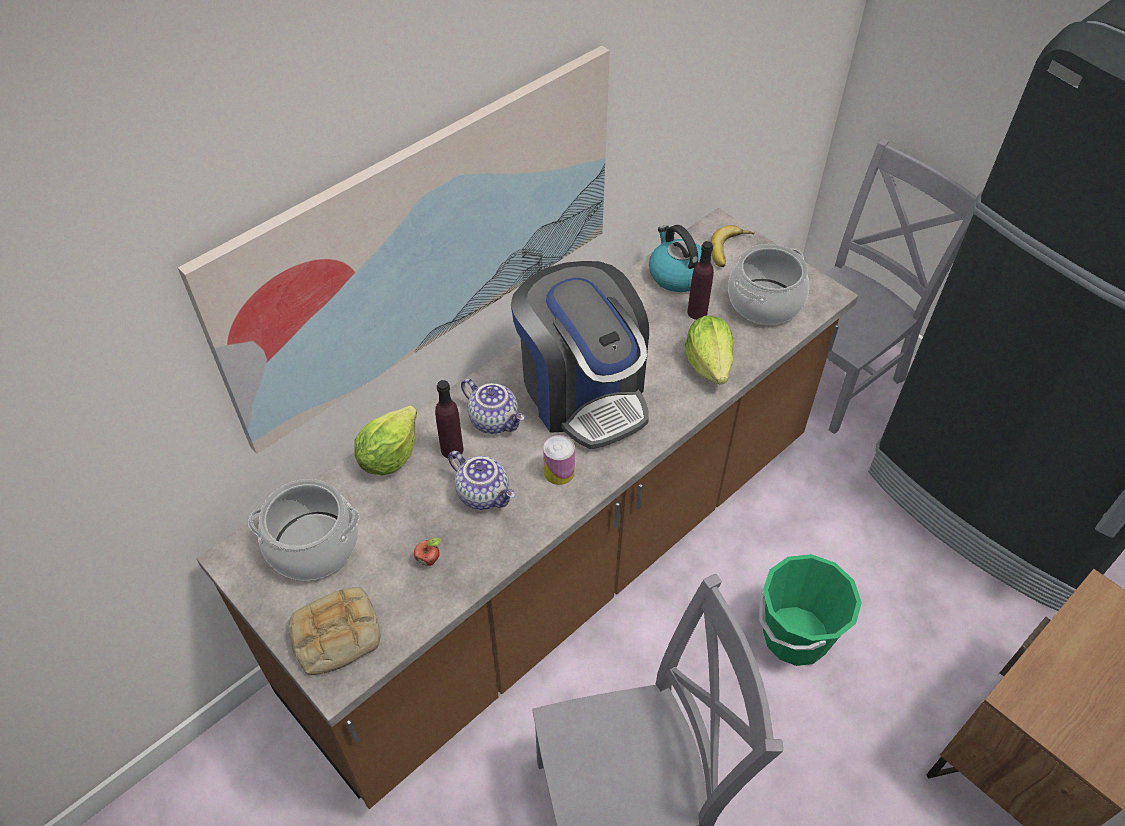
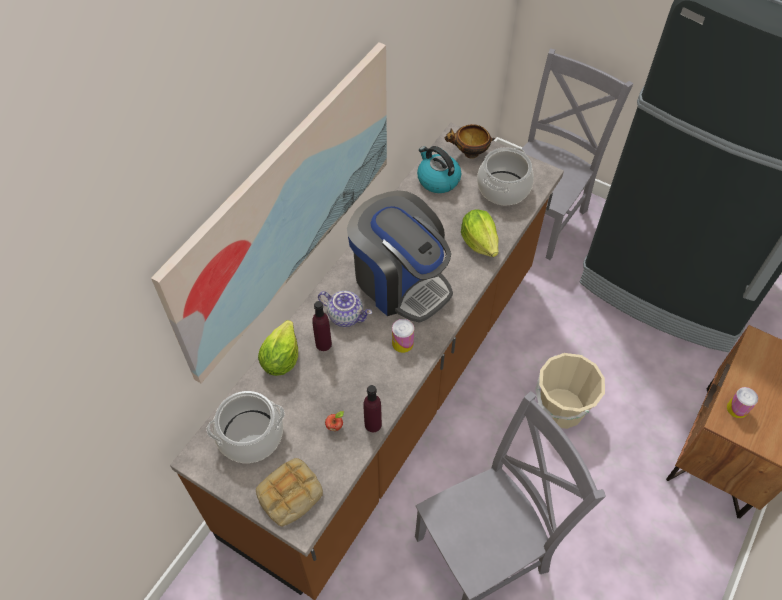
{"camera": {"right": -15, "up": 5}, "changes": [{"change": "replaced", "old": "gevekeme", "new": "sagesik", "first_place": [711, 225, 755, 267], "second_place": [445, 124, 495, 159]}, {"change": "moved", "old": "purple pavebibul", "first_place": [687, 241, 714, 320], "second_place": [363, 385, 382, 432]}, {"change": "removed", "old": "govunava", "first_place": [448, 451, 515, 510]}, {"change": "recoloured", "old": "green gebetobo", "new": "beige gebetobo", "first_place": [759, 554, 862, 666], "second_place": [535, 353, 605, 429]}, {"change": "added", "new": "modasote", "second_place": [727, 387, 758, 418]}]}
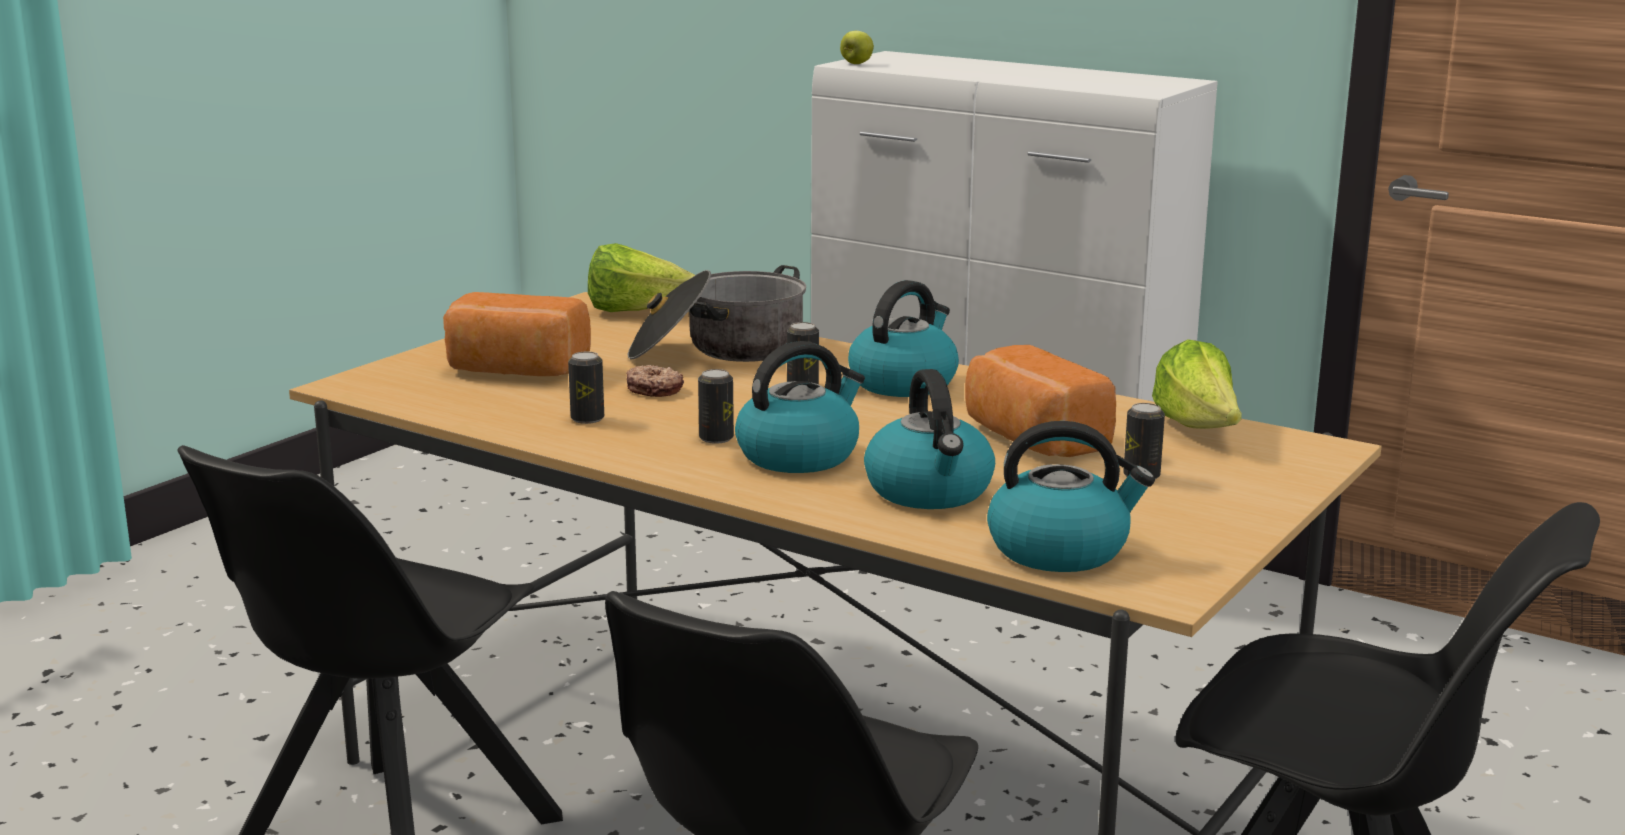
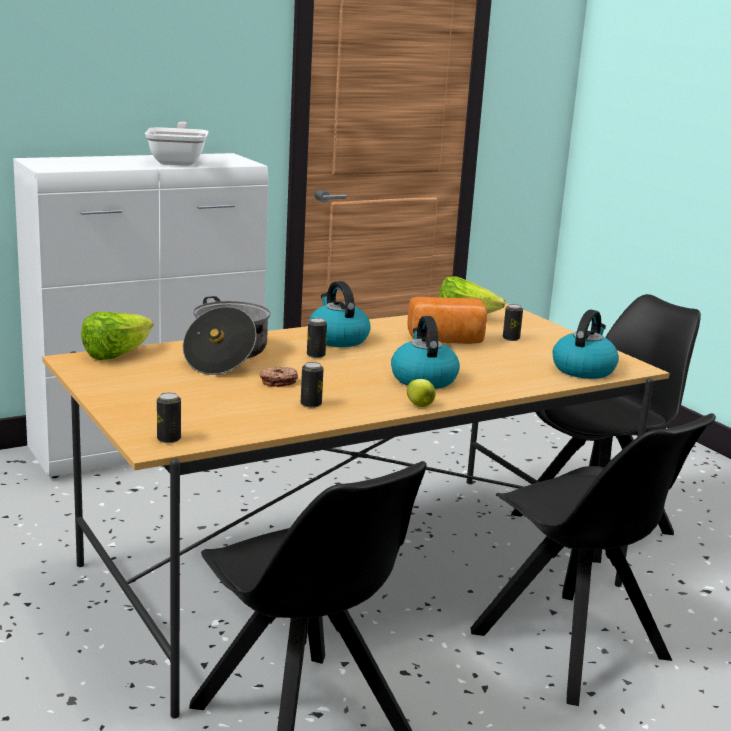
{"camera": {"right": -65, "up": 0}, "changes": [{"change": "moved", "old": "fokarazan", "first_place": [840, 31, 874, 64], "second_place": [407, 379, 436, 407]}, {"change": "removed", "old": "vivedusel", "first_place": [443, 292, 591, 376]}, {"change": "moved", "old": "modasote", "first_place": [698, 369, 734, 444], "second_place": [157, 393, 181, 443]}, {"change": "removed", "old": "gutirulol", "first_place": [864, 369, 995, 509]}, {"change": "added", "new": "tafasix", "second_place": [145, 122, 209, 166]}]}
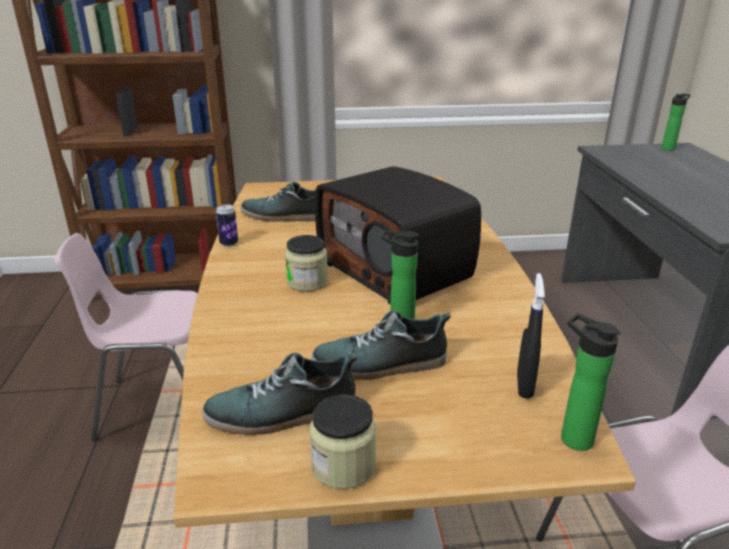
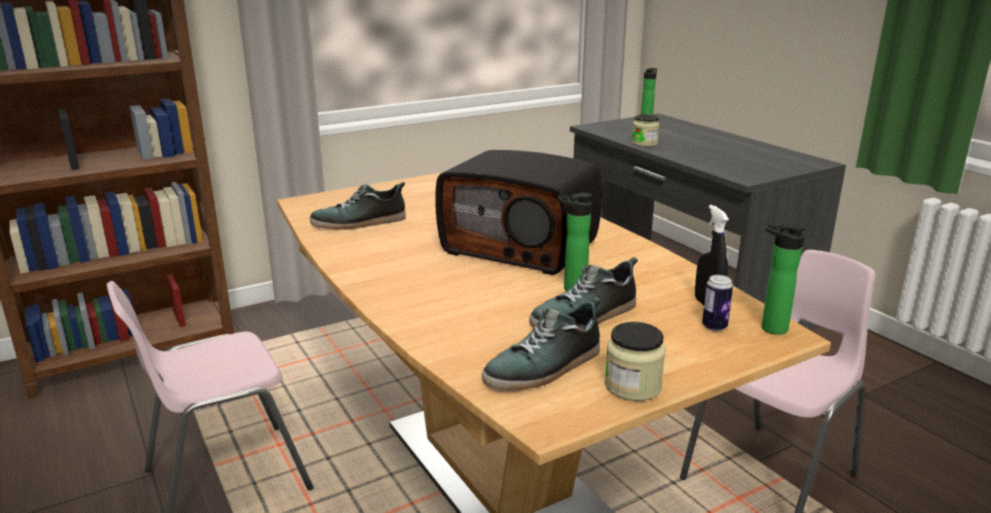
{"camera": {"right": -25, "up": -5}, "changes": [{"change": "moved", "old": "modasote", "first_place": [216, 204, 238, 247], "second_place": [702, 275, 733, 331]}, {"change": "moved", "old": "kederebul", "first_place": [285, 235, 328, 292], "second_place": [632, 114, 660, 147]}]}
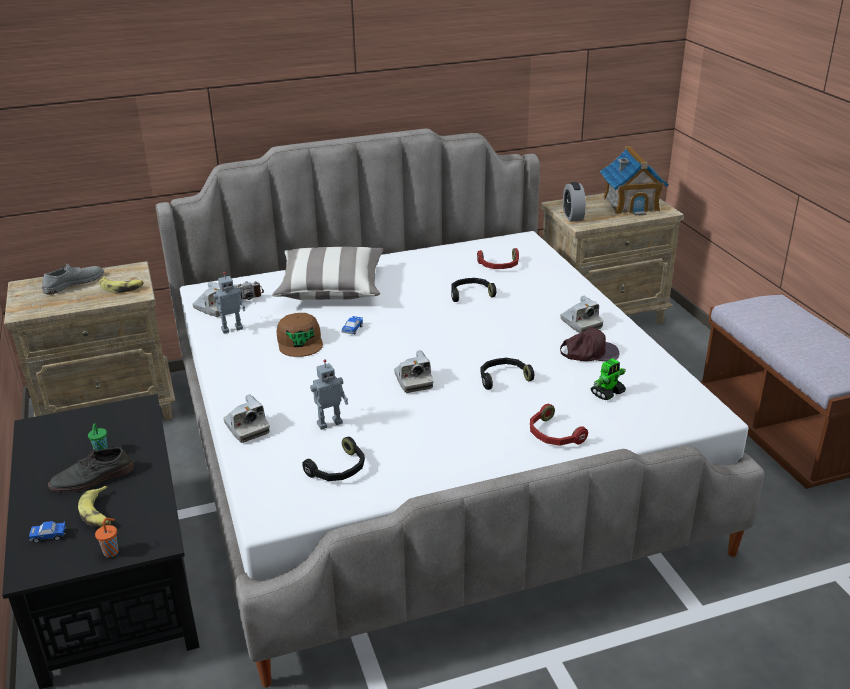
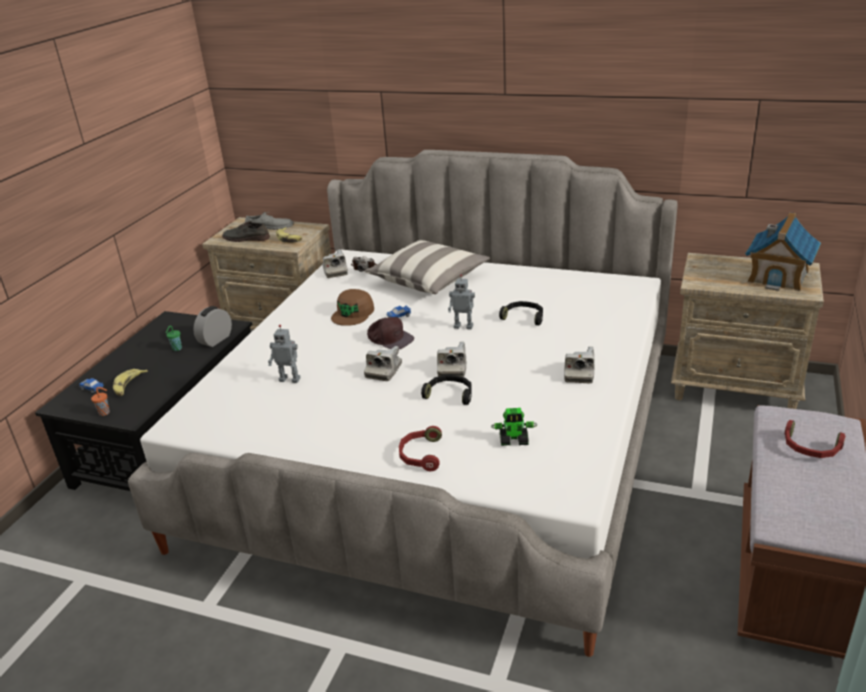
{"camera": {"right": 40, "up": 0}, "changes": [{"change": "moved", "old": "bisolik", "first_place": [563, 182, 586, 222], "second_place": [193, 306, 232, 347]}, {"change": "moved", "old": "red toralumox", "first_place": [477, 248, 519, 269], "second_place": [785, 420, 845, 458]}, {"change": "moved", "old": "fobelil", "first_place": [213, 272, 245, 334], "second_place": [448, 274, 475, 330]}, {"change": "moved", "old": "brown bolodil", "first_place": [560, 327, 619, 361], "second_place": [367, 317, 414, 349]}, {"change": "moved", "old": "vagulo", "first_place": [223, 394, 270, 443], "second_place": [437, 342, 466, 377]}, {"change": "removed", "old": "black toralumox", "first_place": [302, 436, 365, 481]}, {"change": "moved", "old": "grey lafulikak", "first_place": [48, 447, 133, 492], "second_place": [222, 221, 270, 242]}]}
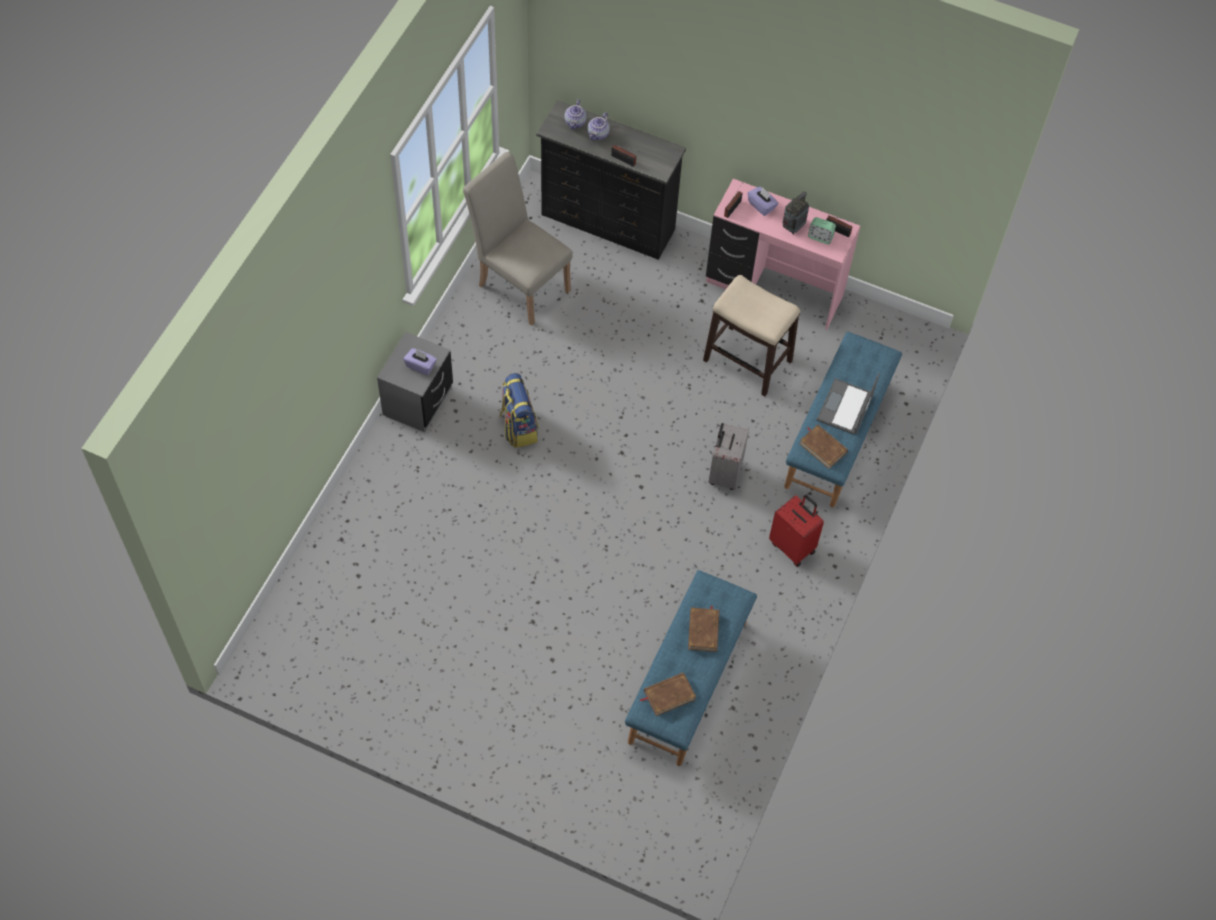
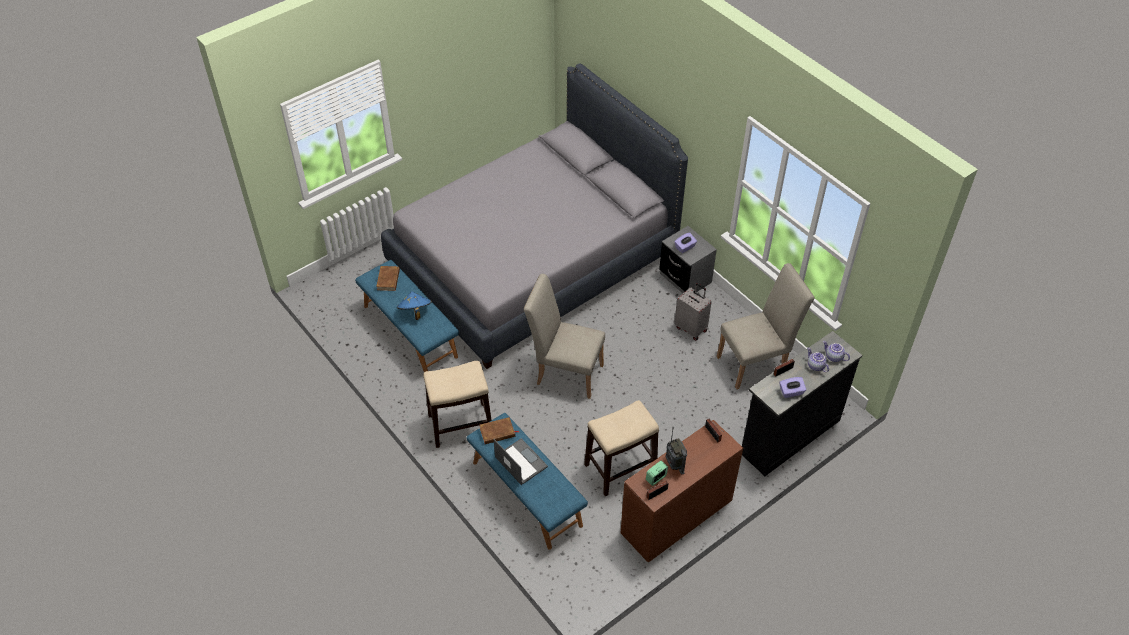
{"camera": {"right": 120, "up": -10}, "changes": [{"change": "recoloured", "old": "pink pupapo", "new": "brown pupapo", "first_place": [706, 179, 860, 330], "second_place": [621, 420, 743, 563]}, {"change": "moved", "old": "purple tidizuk", "first_place": [748, 186, 778, 216], "second_place": [780, 377, 806, 398]}, {"change": "removed", "old": "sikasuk", "first_place": [499, 373, 539, 448]}, {"change": "moved", "old": "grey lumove", "first_place": [708, 423, 749, 490], "second_place": [674, 283, 712, 341]}, {"change": "replaced", "old": "red lumove", "new": "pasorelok", "first_place": [769, 495, 824, 567], "second_place": [423, 361, 492, 448]}, {"change": "replaced", "old": "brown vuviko", "new": "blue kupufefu", "first_place": [688, 606, 719, 652], "second_place": [397, 291, 432, 320]}, {"change": "added", "new": "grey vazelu", "second_place": [381, 63, 688, 369]}, {"change": "added", "new": "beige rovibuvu", "second_place": [524, 274, 605, 399]}]}
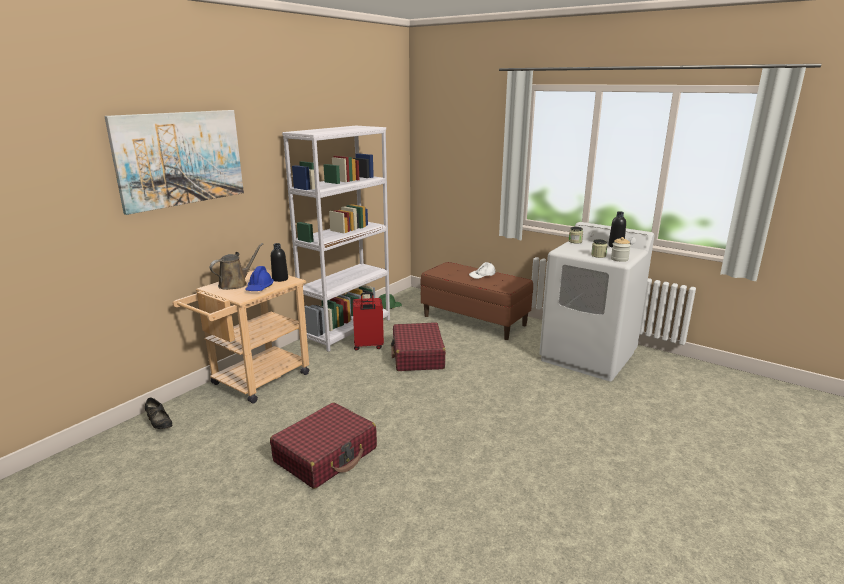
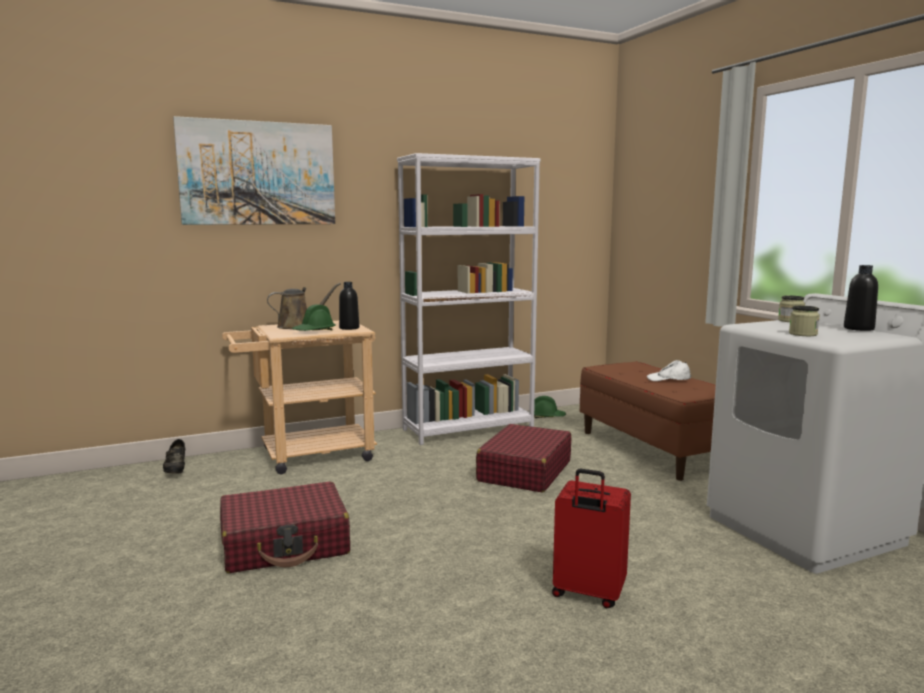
{"camera": {"right": 30, "up": -10}, "changes": [{"change": "removed", "old": "kederebul", "first_place": [611, 237, 631, 262]}, {"change": "recoloured", "old": "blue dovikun", "new": "green dovikun", "first_place": [245, 266, 274, 291], "second_place": [292, 304, 336, 331]}, {"change": "moved", "old": "red lumove", "first_place": [353, 292, 384, 351], "second_place": [552, 469, 631, 608]}]}
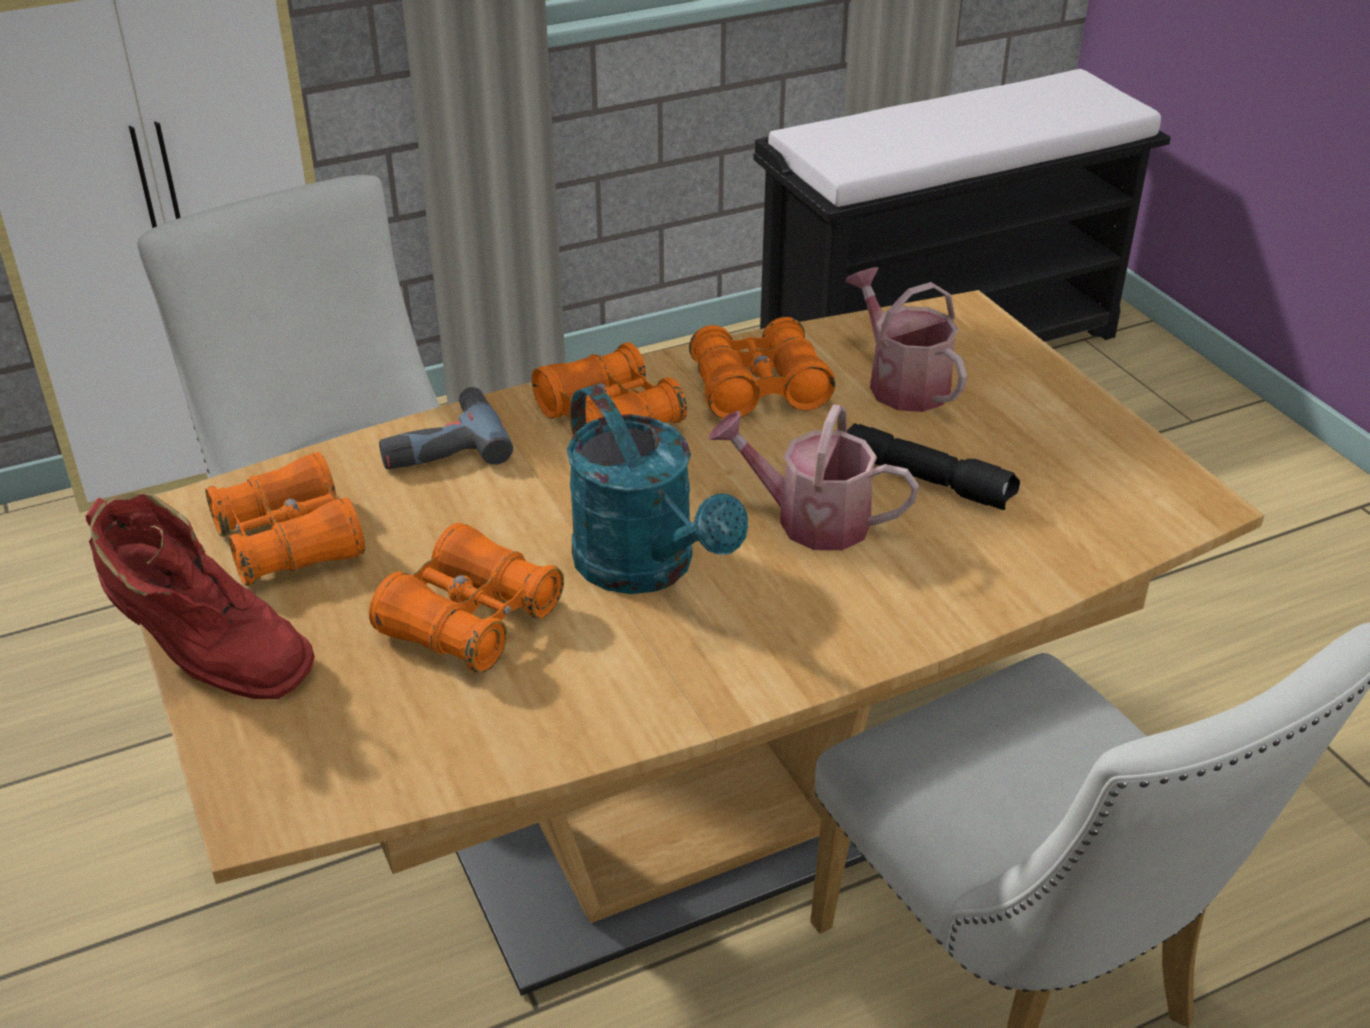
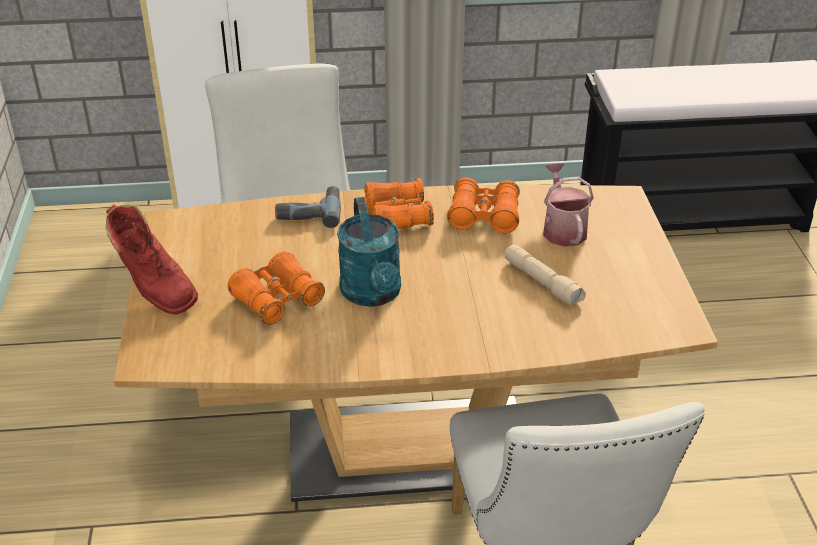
{"camera": {"right": 20, "up": 0}, "changes": [{"change": "removed", "old": "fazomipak", "first_place": [709, 404, 919, 550]}, {"change": "recoloured", "old": "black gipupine", "new": "beige gipupine", "first_place": [847, 423, 1020, 510], "second_place": [505, 244, 586, 307]}, {"change": "removed", "old": "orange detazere", "first_place": [205, 452, 365, 586]}]}
